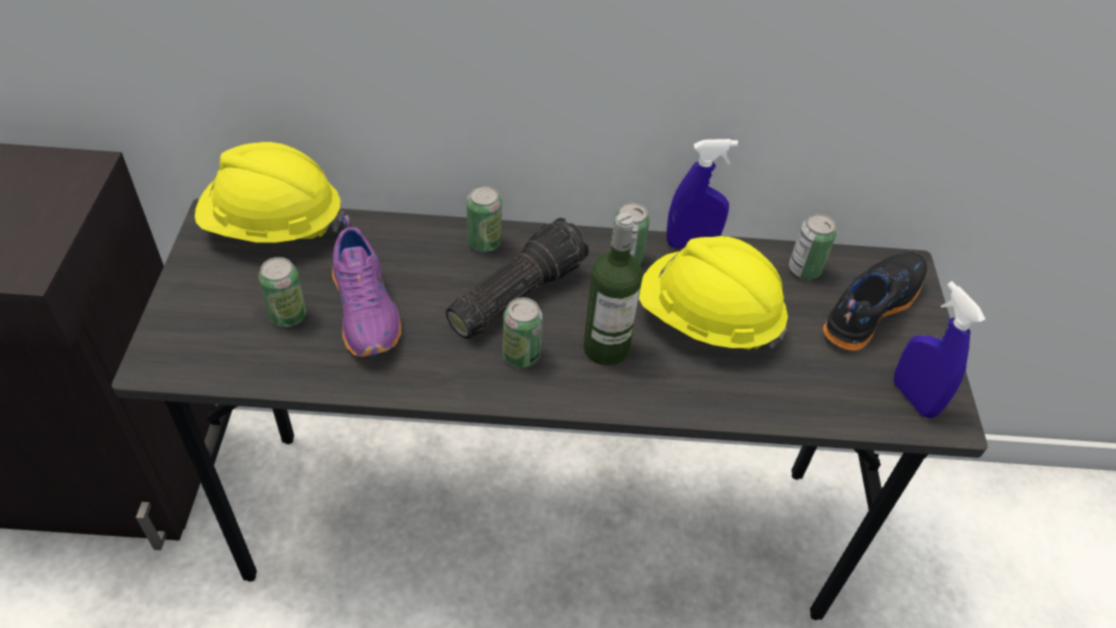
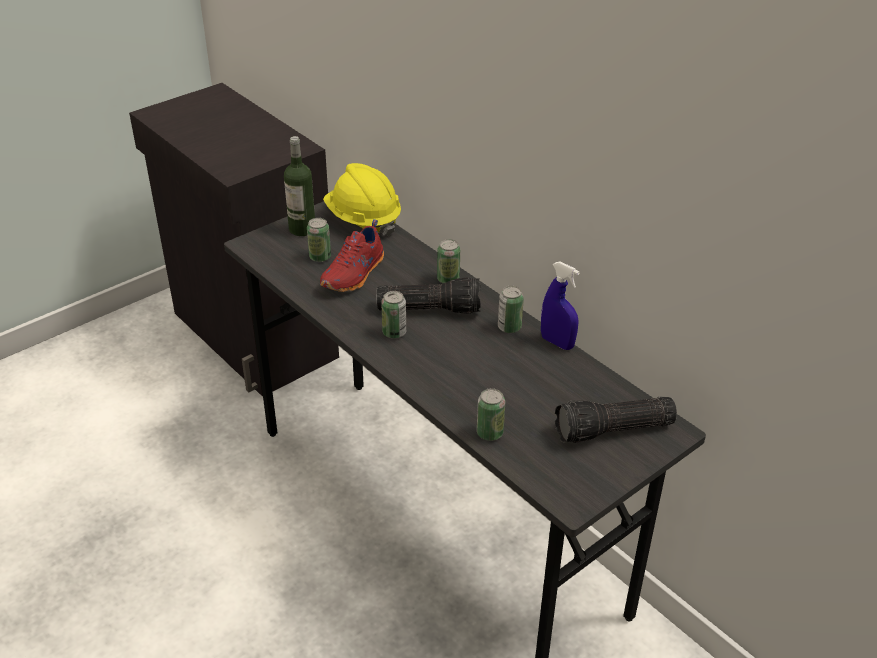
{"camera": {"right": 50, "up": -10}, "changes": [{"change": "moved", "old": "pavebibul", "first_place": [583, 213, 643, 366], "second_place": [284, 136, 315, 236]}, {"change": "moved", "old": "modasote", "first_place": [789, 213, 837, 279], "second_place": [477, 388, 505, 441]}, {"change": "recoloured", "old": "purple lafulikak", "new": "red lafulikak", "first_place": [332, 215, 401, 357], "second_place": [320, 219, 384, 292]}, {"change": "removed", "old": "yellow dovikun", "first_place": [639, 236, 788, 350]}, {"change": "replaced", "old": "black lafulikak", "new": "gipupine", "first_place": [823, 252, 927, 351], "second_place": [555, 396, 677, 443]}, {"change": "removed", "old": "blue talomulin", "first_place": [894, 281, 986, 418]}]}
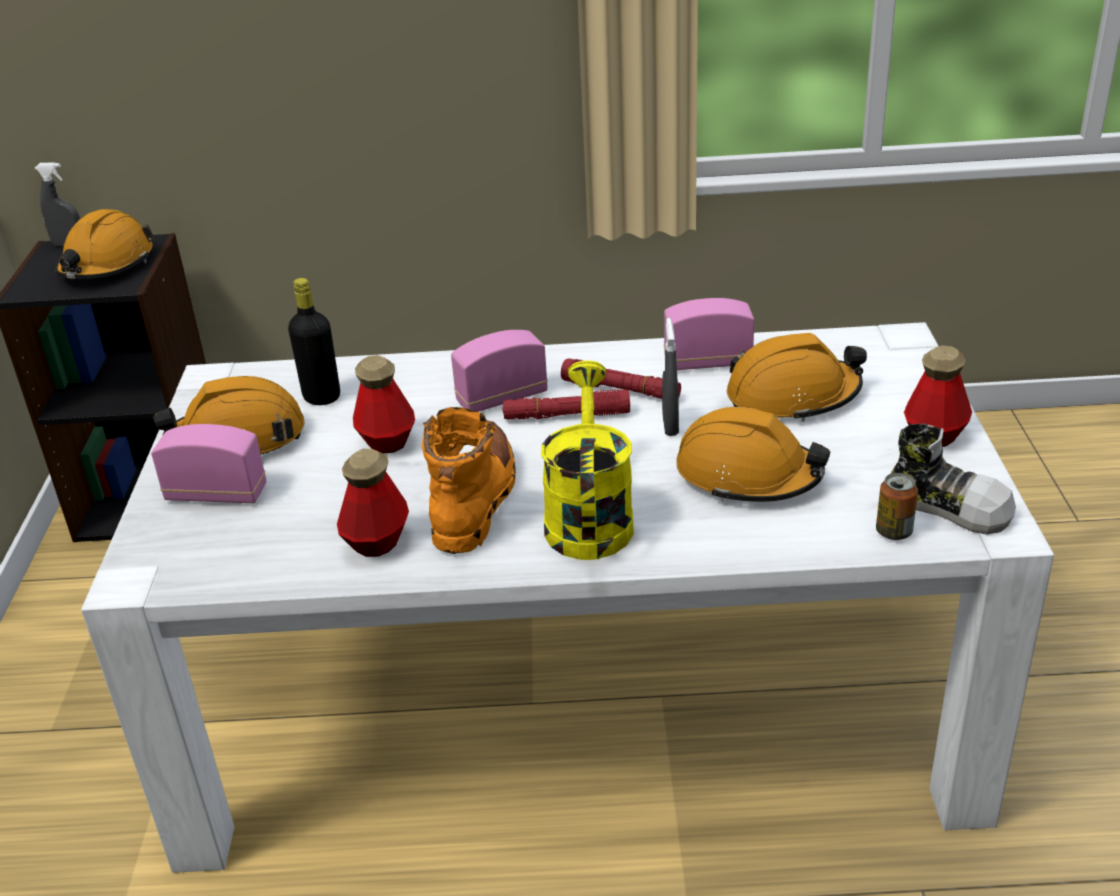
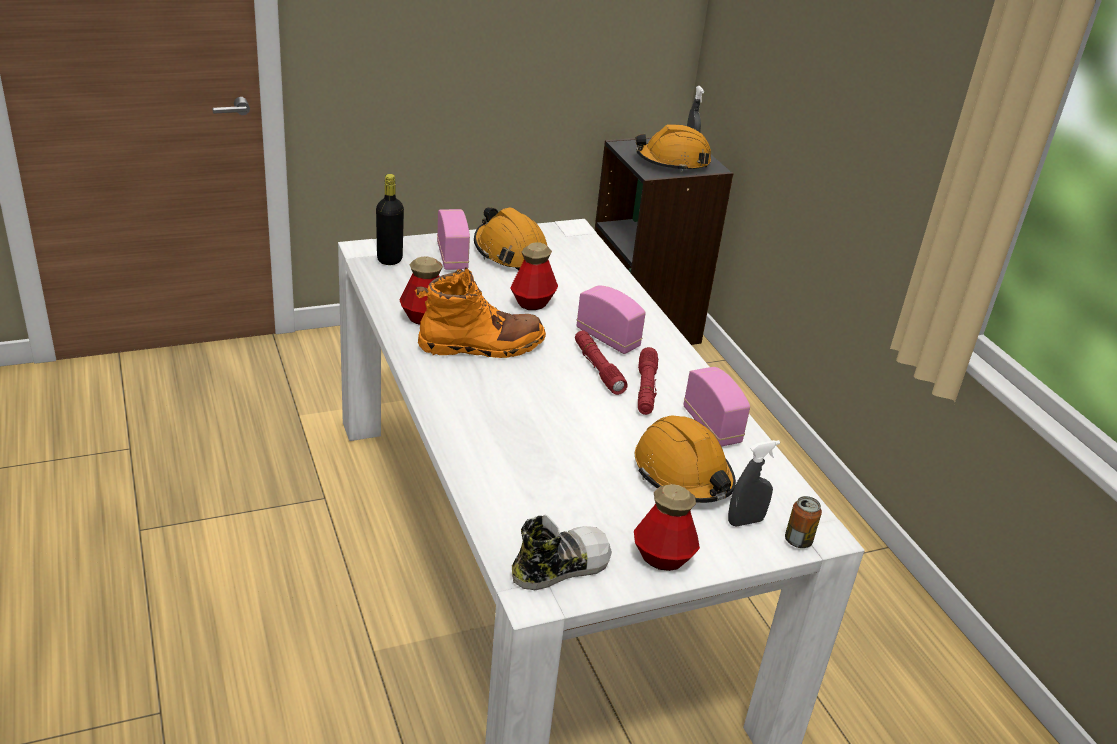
{"camera": {"right": 65, "up": 0}, "changes": [{"change": "moved", "old": "black pavebibul", "first_place": [288, 278, 340, 405], "second_place": [376, 174, 404, 265]}, {"change": "moved", "old": "grey talomulin", "first_place": [662, 318, 679, 436], "second_place": [728, 440, 780, 527]}, {"change": "removed", "old": "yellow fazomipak", "first_place": [541, 360, 634, 560]}, {"change": "removed", "old": "orange dovikun", "first_place": [676, 407, 830, 502]}, {"change": "turned", "old": "lafulikak", "first_place": [890, 423, 1016, 535], "second_place": [512, 515, 612, 590], "degrees": -135}, {"change": "moved", "old": "modasote", "first_place": [876, 473, 918, 540], "second_place": [785, 496, 822, 548]}]}
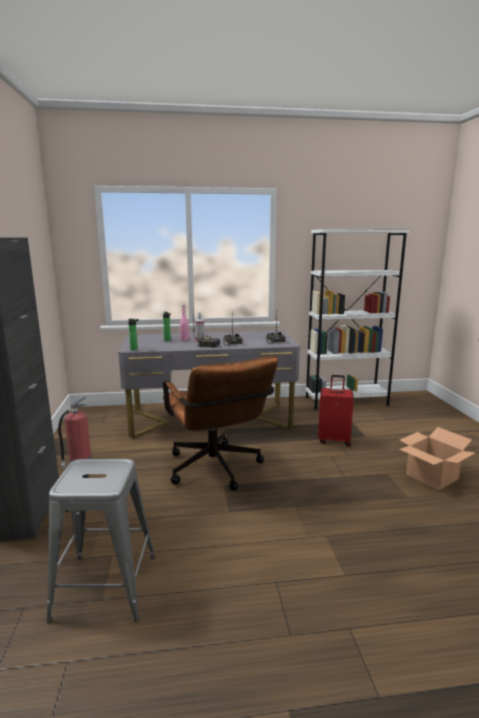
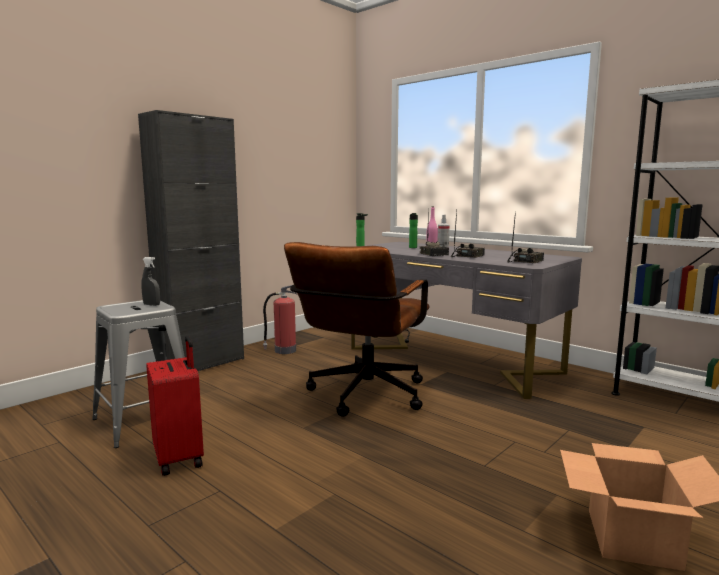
{"camera": {"right": 50, "up": -5}, "changes": [{"change": "moved", "old": "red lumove", "first_place": [318, 375, 354, 446], "second_place": [146, 336, 204, 476]}, {"change": "added", "new": "grey talomulin", "second_place": [141, 257, 160, 306]}]}
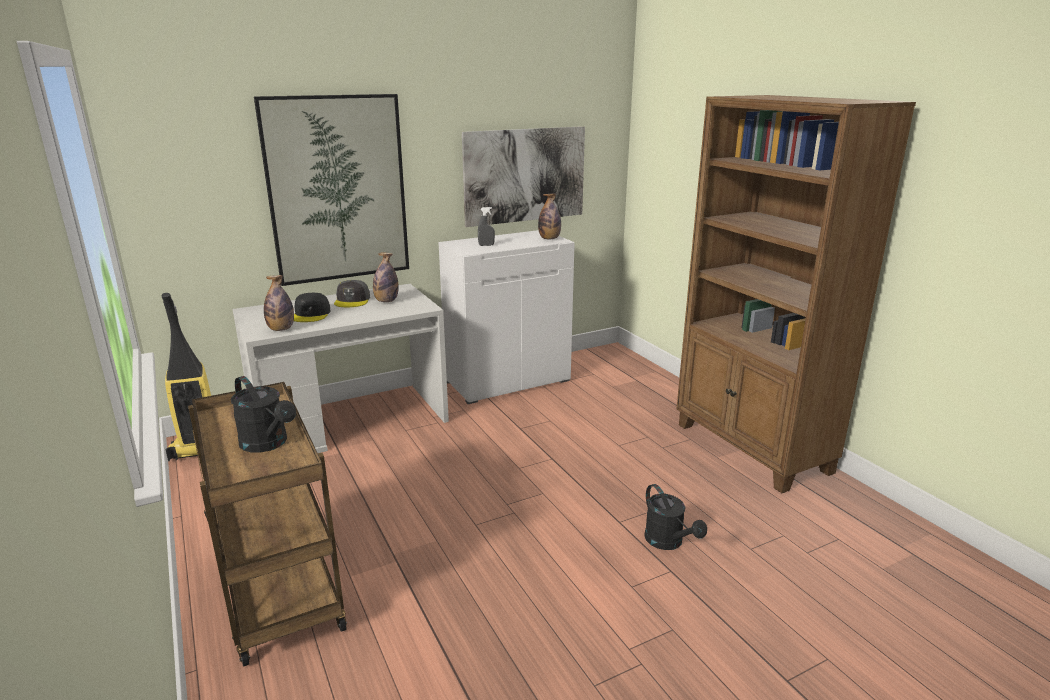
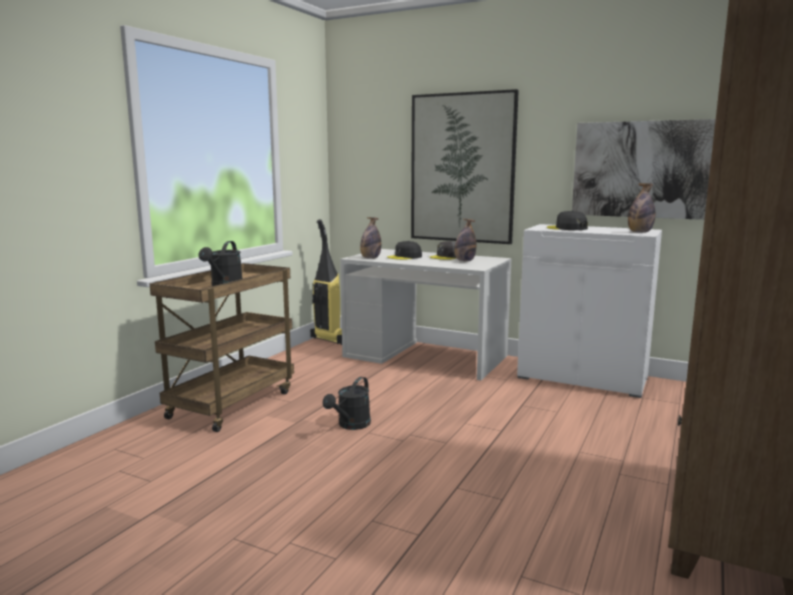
{"camera": {"right": 55, "up": -10}, "changes": [{"change": "replaced", "old": "grey talomulin", "new": "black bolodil", "first_place": [478, 207, 495, 246], "second_place": [547, 210, 588, 230]}, {"change": "moved", "old": "black fazomipak", "first_place": [644, 484, 707, 550], "second_place": [323, 377, 371, 430]}]}
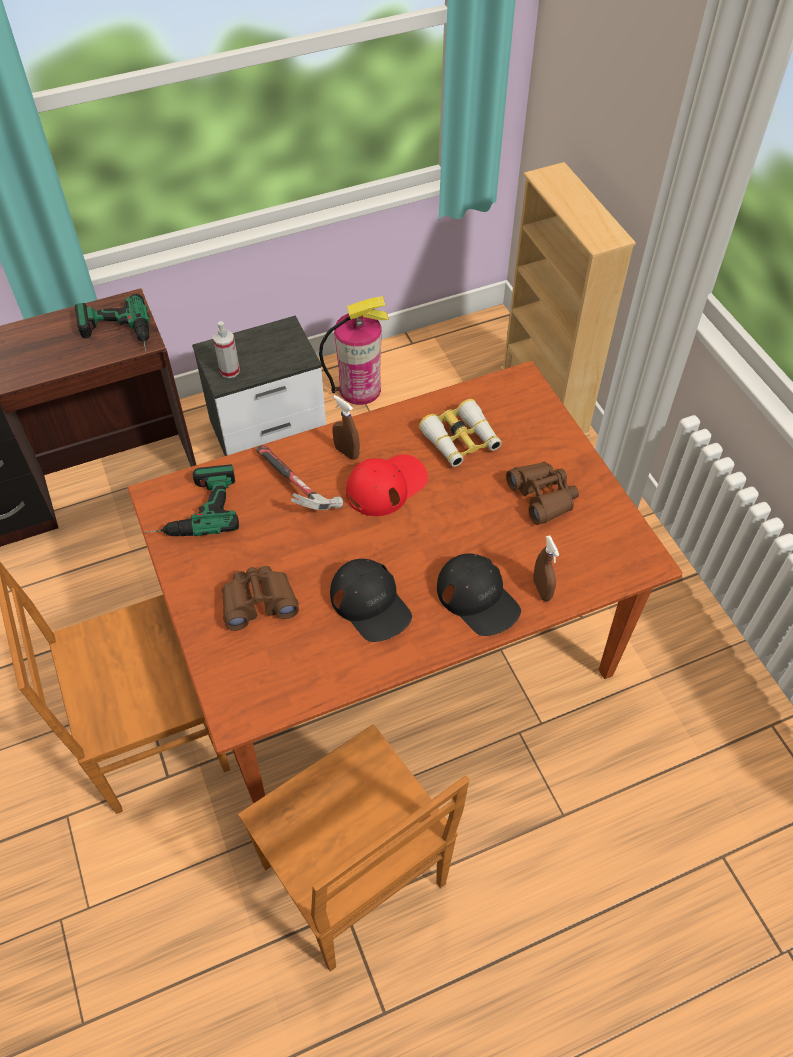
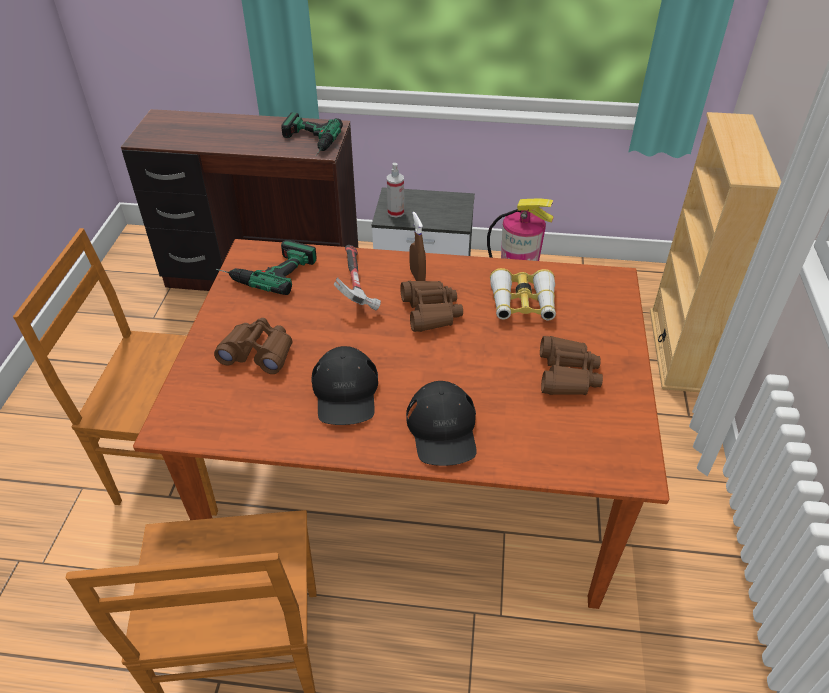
{"camera": {"right": 30, "up": -10}, "changes": [{"change": "replaced", "old": "red bolodil", "new": "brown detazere", "first_place": [346, 454, 428, 516], "second_place": [400, 281, 463, 332]}, {"change": "removed", "old": "brown talomulin", "first_place": [533, 536, 559, 602]}]}
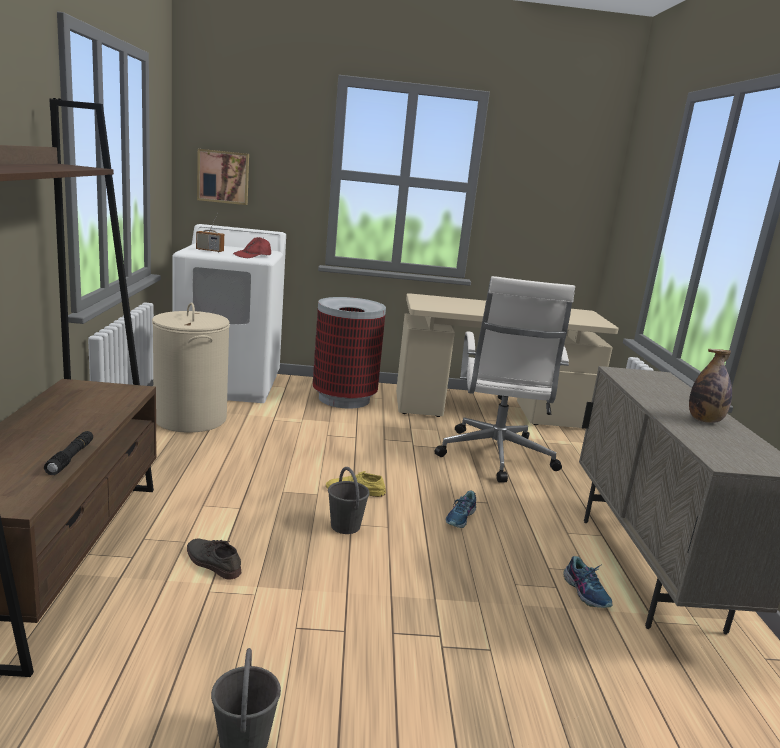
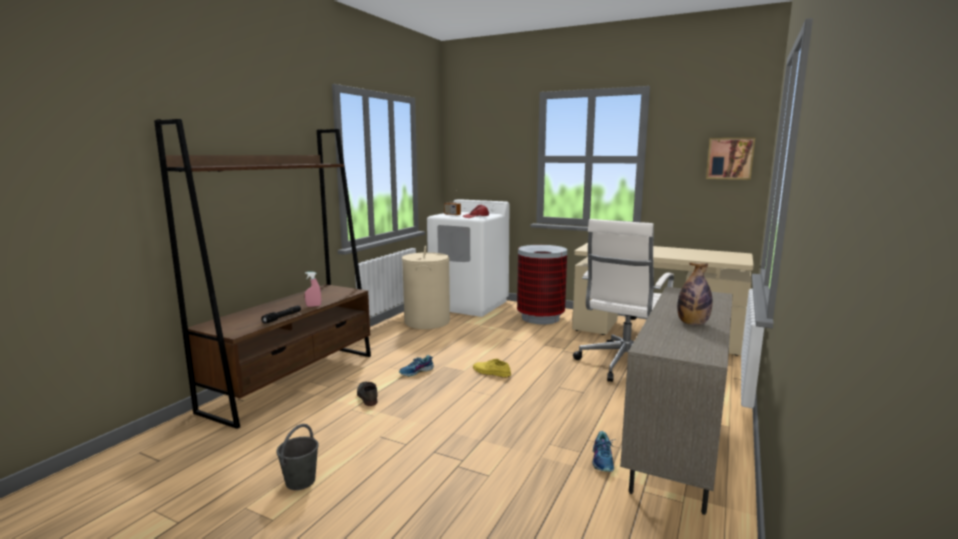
{"camera": {"right": 30, "up": -5}, "changes": [{"change": "moved", "old": "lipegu", "first_place": [197, 149, 249, 205], "second_place": [706, 137, 755, 180]}, {"change": "removed", "old": "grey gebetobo", "first_place": [328, 467, 370, 534]}, {"change": "moved", "old": "lafulikak", "first_place": [446, 491, 477, 528], "second_place": [399, 355, 434, 377]}, {"change": "added", "new": "pink talomulin", "second_place": [305, 272, 321, 307]}]}
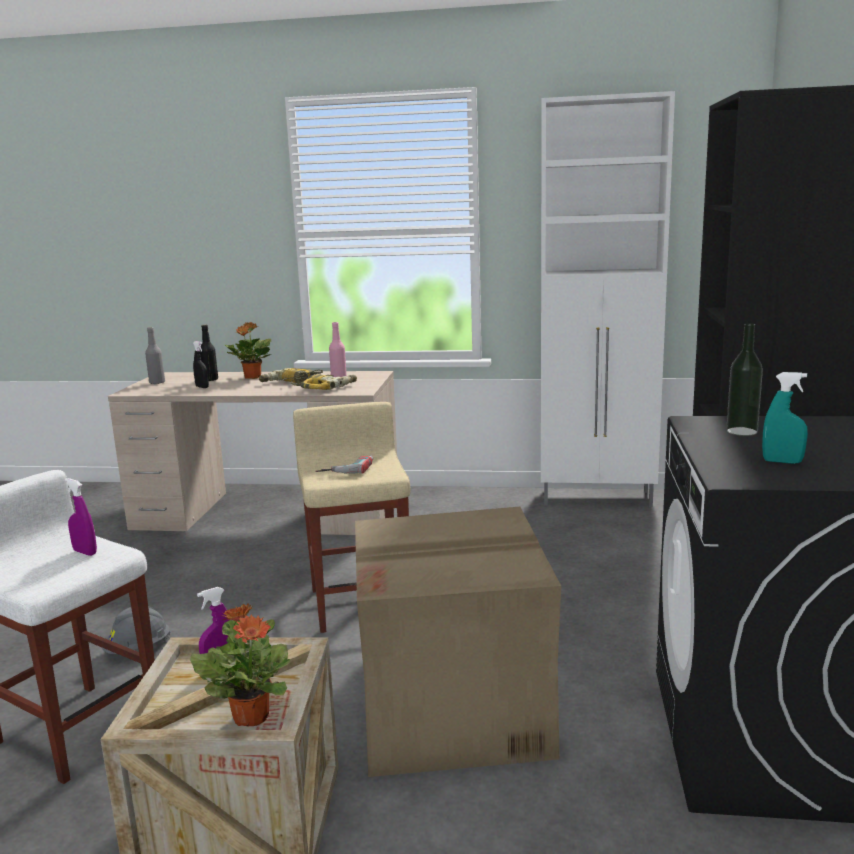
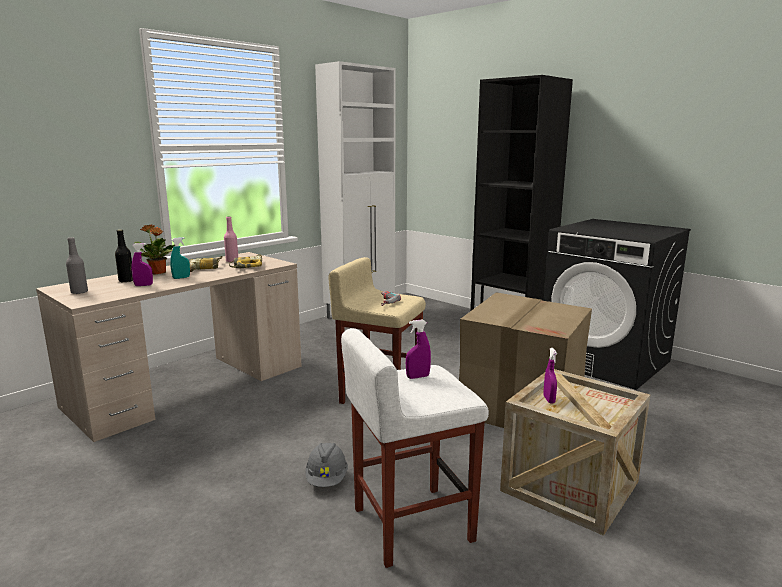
{"camera": {"right": -55, "up": 0}, "changes": [{"change": "removed", "old": "pavebibul", "first_place": [726, 323, 763, 436]}, {"change": "recoloured", "old": "black talomulin", "new": "purple talomulin", "first_place": [193, 341, 209, 388], "second_place": [131, 243, 153, 286]}, {"change": "moved", "old": "turquoise talomulin", "first_place": [762, 372, 808, 464], "second_place": [170, 237, 190, 279]}, {"change": "removed", "old": "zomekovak", "first_place": [190, 603, 290, 726]}]}
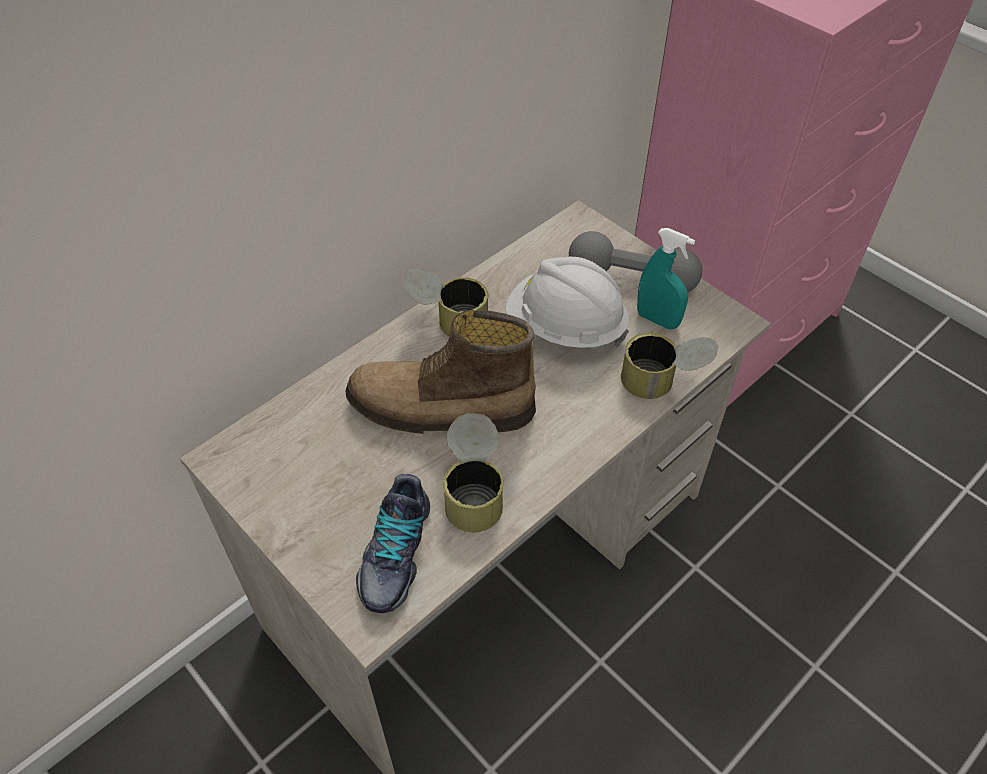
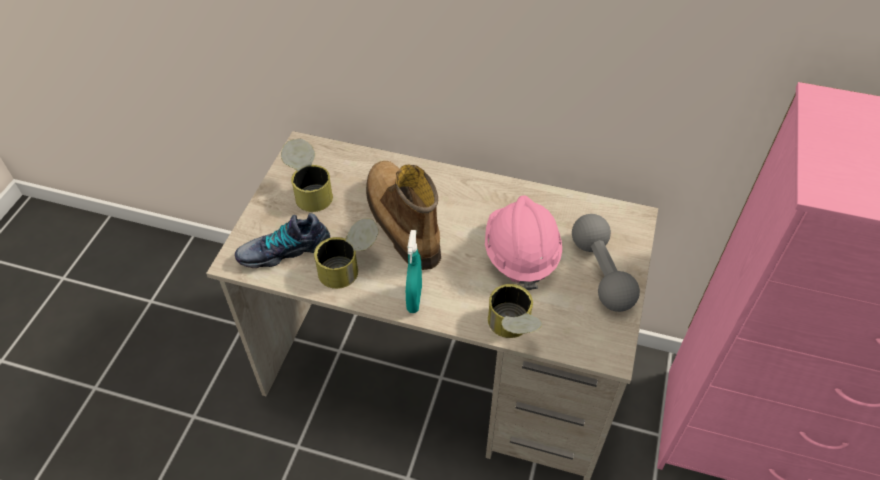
{"camera": {"right": 60, "up": 0}, "changes": [{"change": "moved", "old": "turquoise talomulin", "first_place": [637, 228, 695, 330], "second_place": [406, 230, 422, 313]}, {"change": "recoloured", "old": "white dovikun", "new": "pink dovikun", "first_place": [506, 257, 629, 349], "second_place": [485, 195, 562, 290]}, {"change": "moved", "old": "modasote", "first_place": [403, 269, 488, 337], "second_place": [281, 138, 333, 212]}]}
